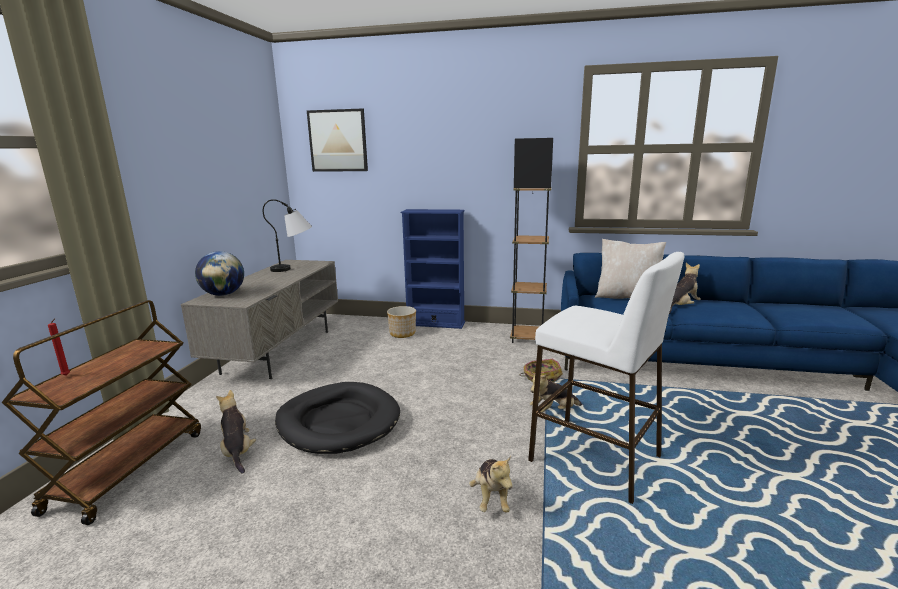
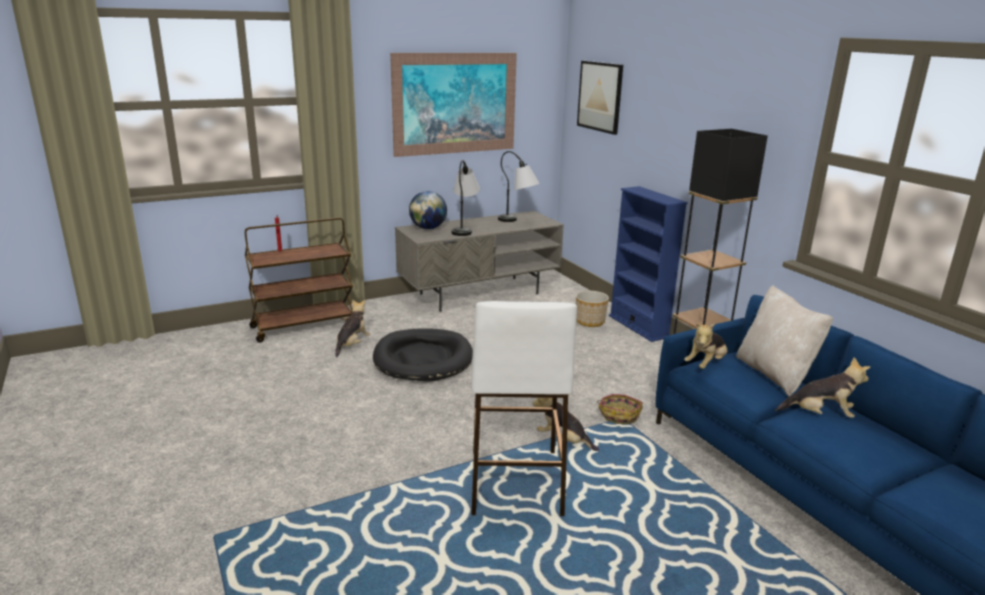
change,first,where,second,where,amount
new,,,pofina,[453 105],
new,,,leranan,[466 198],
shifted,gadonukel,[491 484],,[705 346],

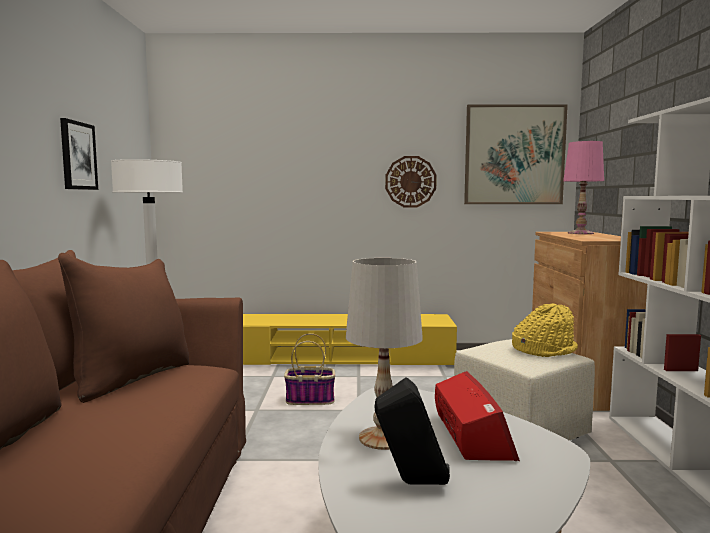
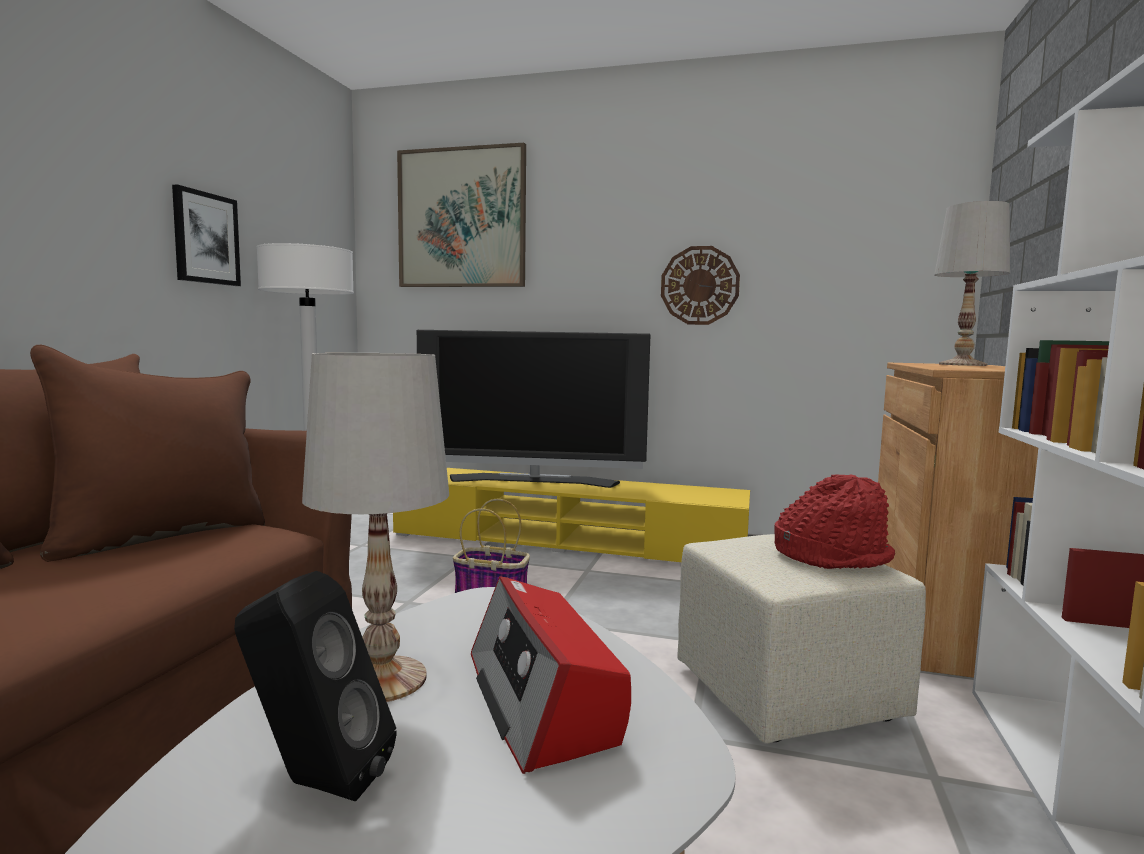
change,first,where,second,where,amount
new,,,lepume,[533 409],
shifted,pofina,[516 154],,[461 215],
repainted,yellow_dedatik,[545 330],red_dedatik,[835 522],
repainted,pink_leranan,[583 187],white_leranan,[972 283],
rotated,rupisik,[477 416],,[551 675],150 degrees clockwise

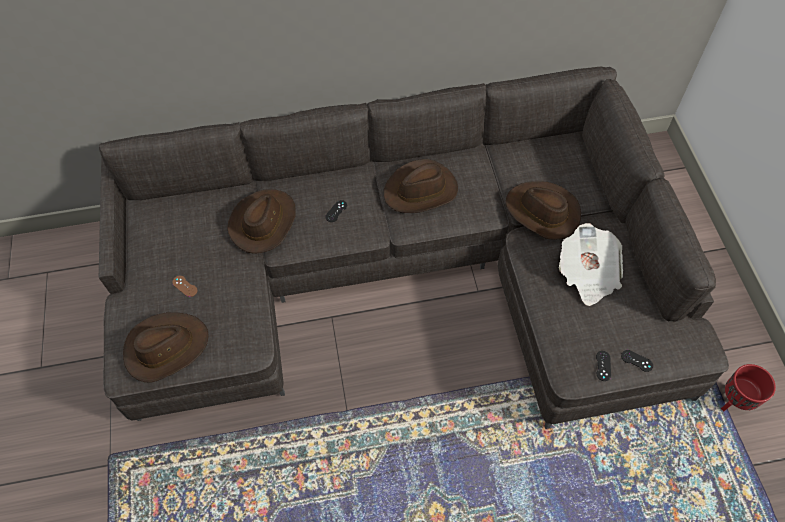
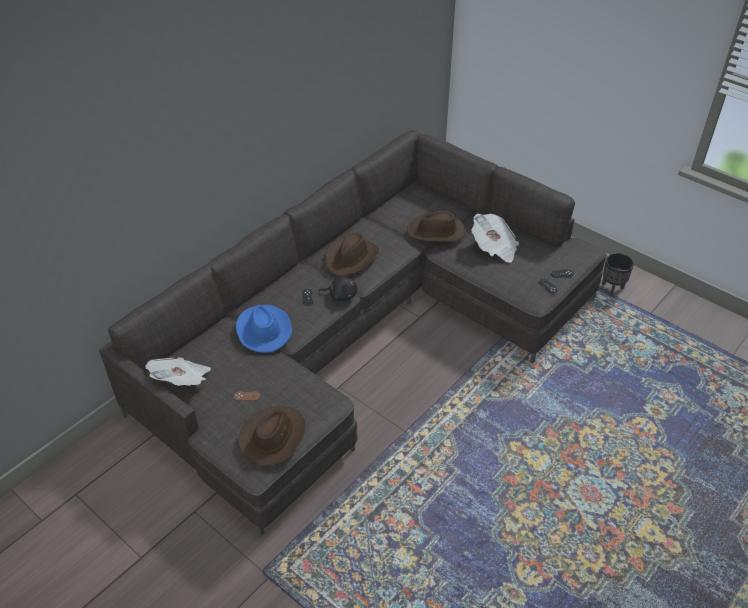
change,first,where,second,where,amount
new,,,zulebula,[178 371],
new,,,black_gadonukel,[338 287],
repainted,brown_dedatik,[261 221],blue_dedatik,[264 329],
repainted,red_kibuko,[748 388],black_kibuko,[618 275],

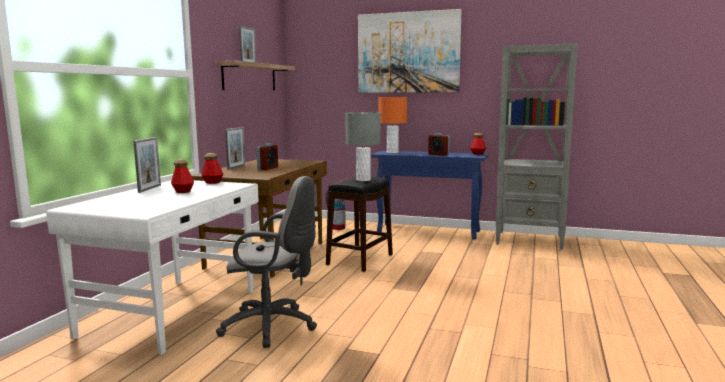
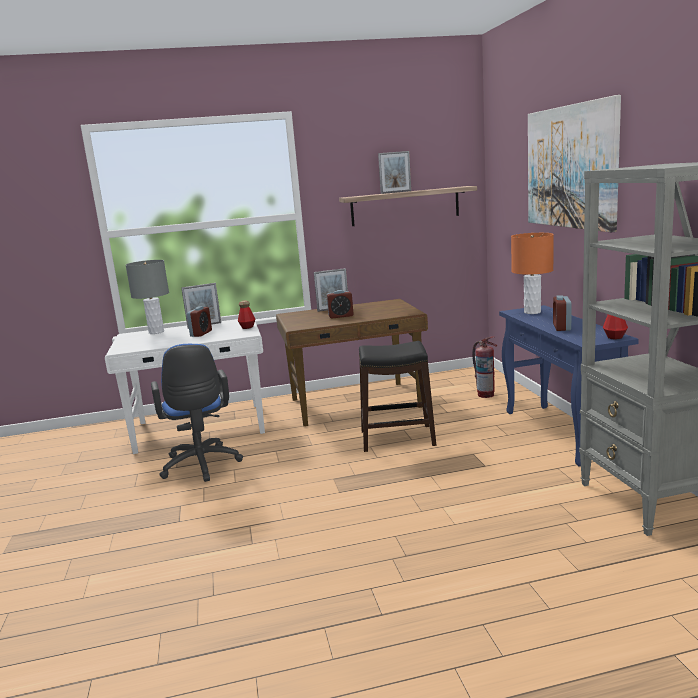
change,first,where,second,where,amount
shifted,grey_leranan,[363 146],,[147 297],
swapped,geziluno,[182 176],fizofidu,[199 321],
repainted,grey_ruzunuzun,[266 262],blue_ruzunuzun,[197 413],

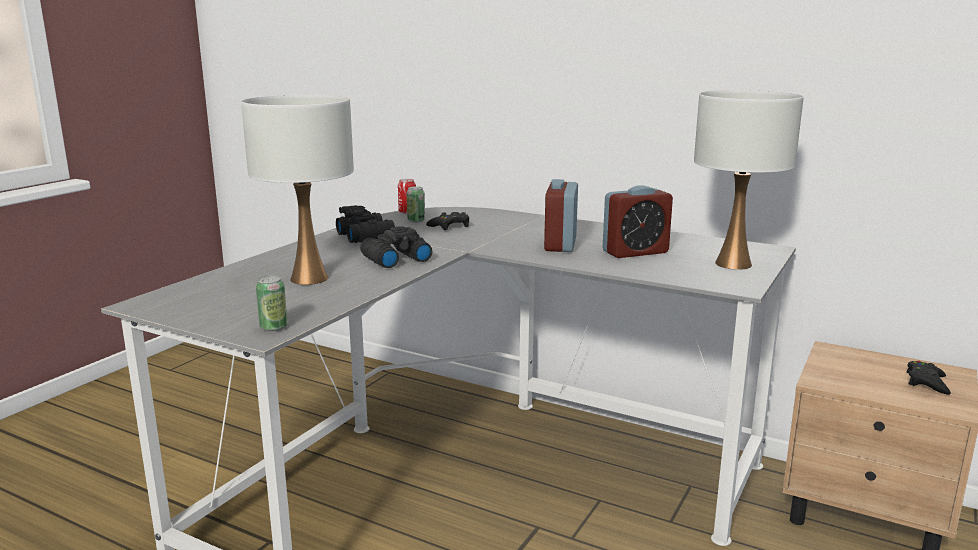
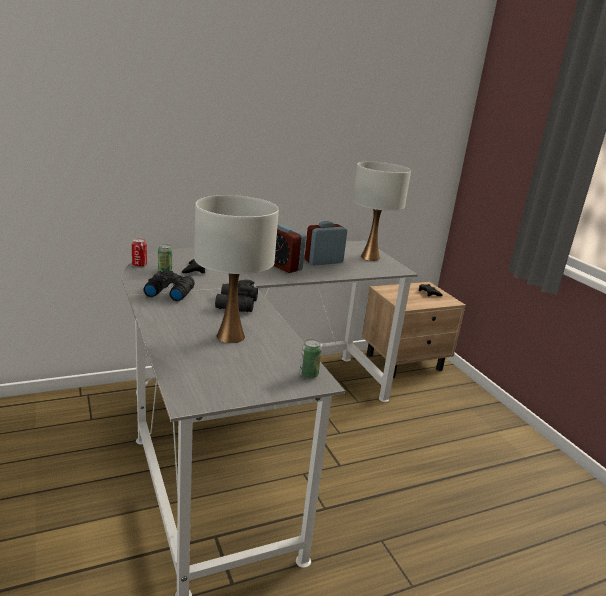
change,first,where,second,where,amount
rotated,fizofidu,[638 221],,[326 243],135 degrees counterclockwise

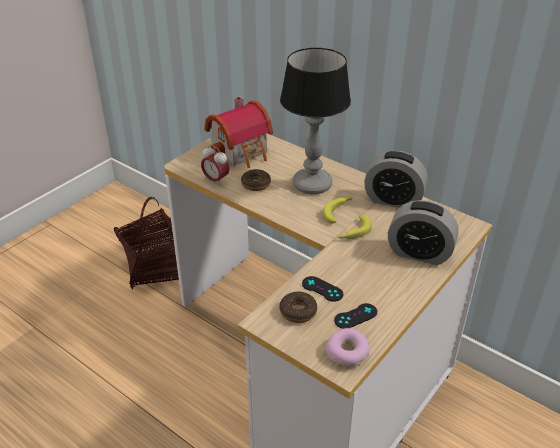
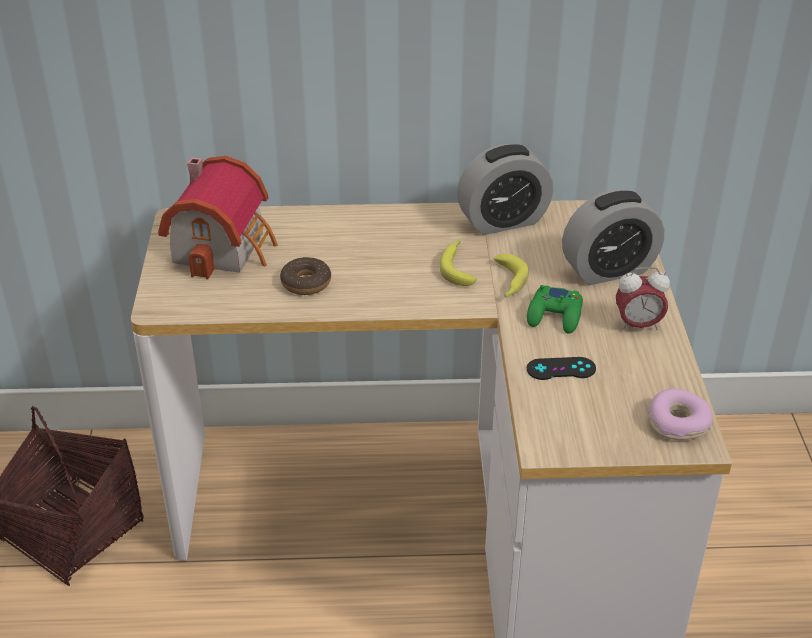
change,first,where,second,where,amount
gone,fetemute,[298 307],,,
gone,leranan,[315 121],,,
gone,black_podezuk,[355 316],,,
new,,,green_podezuk,[555 309],
shifted,fizofidu,[215 165],,[643 299],

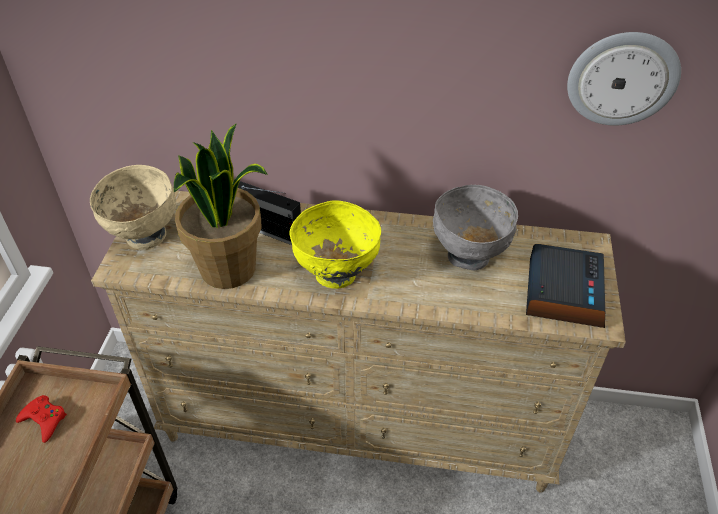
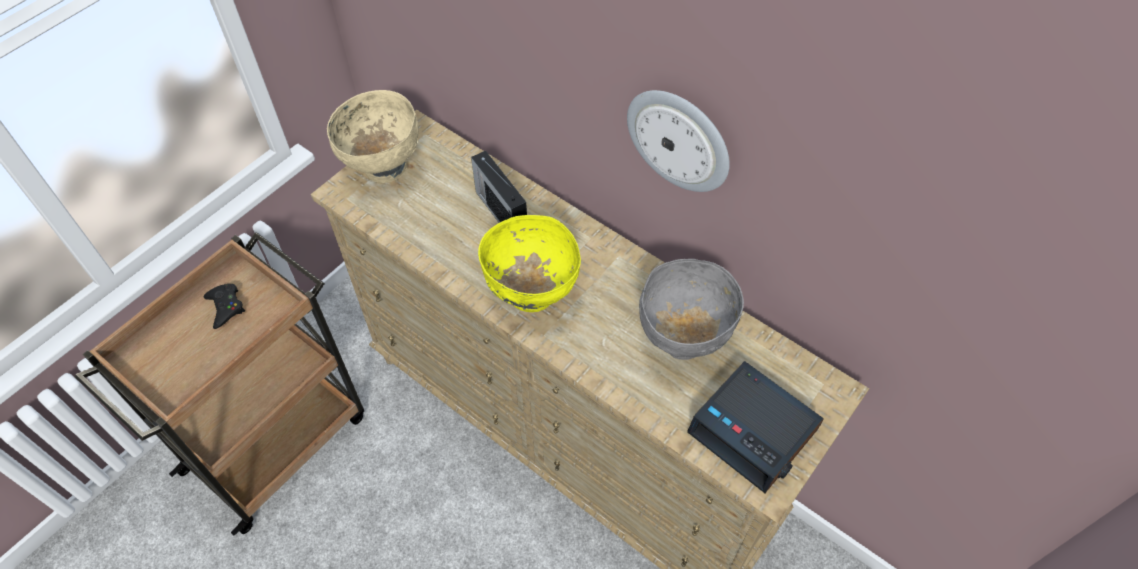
change,first,where,second,where,amount
gone,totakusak,[221 206],,,
shifted,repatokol,[624 79],,[678 141],
repainted,red_podezuk,[41 419],black_podezuk,[224 306],
rotated,fizofidu,[565 286],,[755 427],90 degrees clockwise

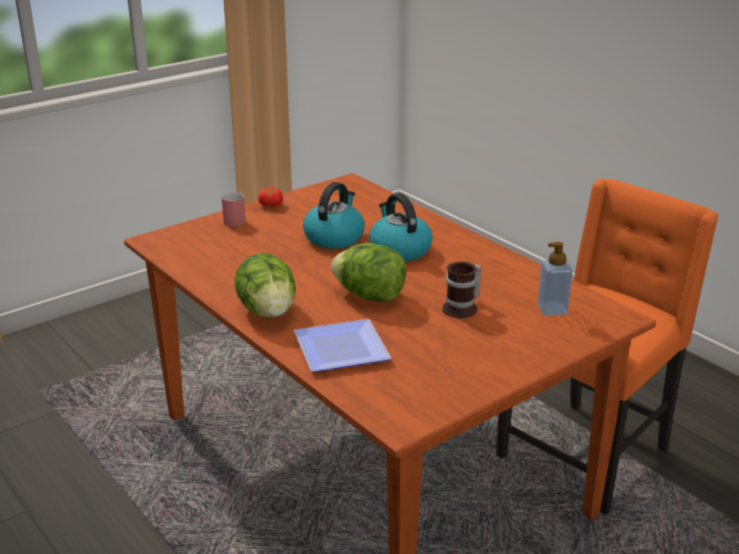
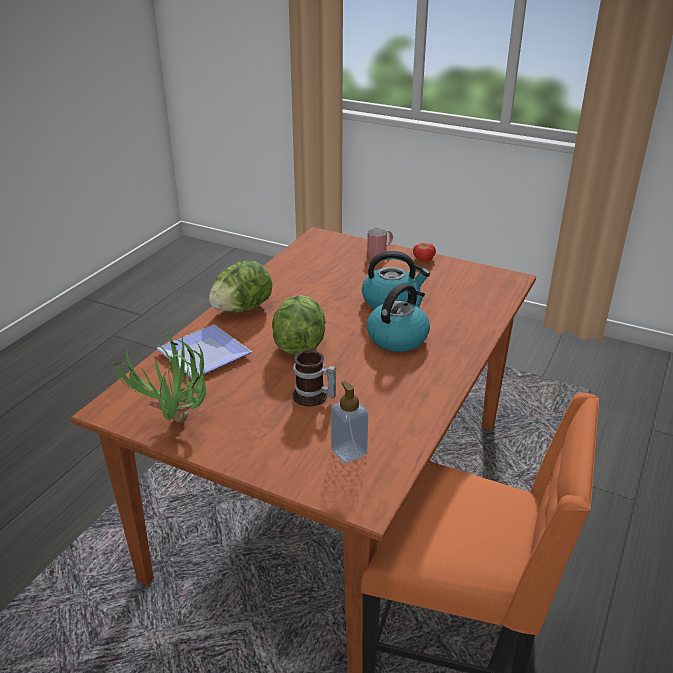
change,first,where,second,where,amount
new,,,totakusak,[159 377],

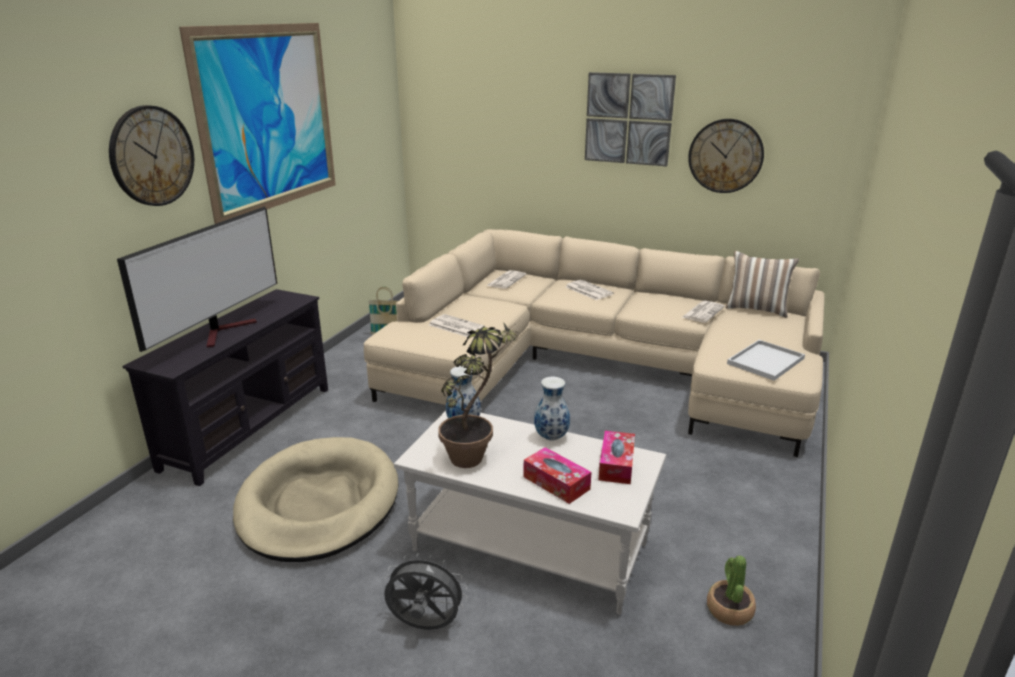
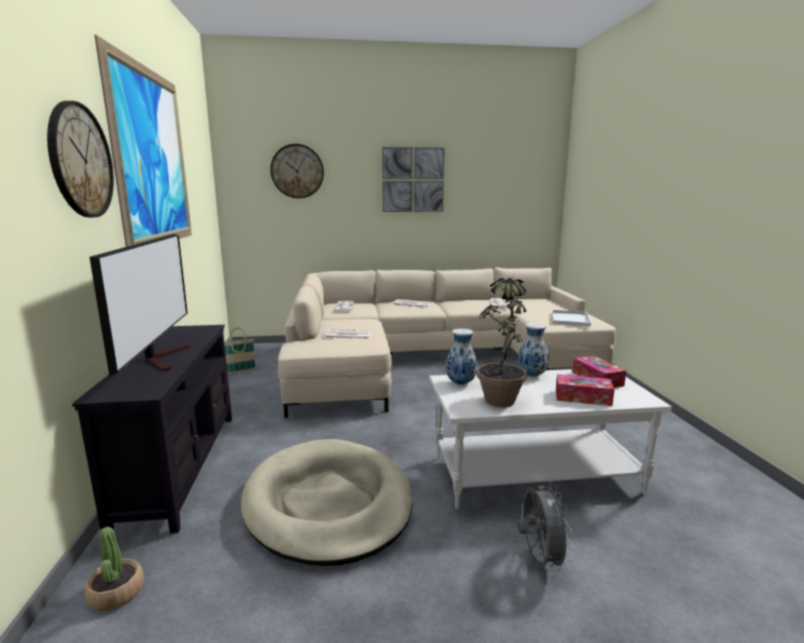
change,first,where,second,where,amount
gone,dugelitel,[762 284],,,
shifted,repatokol,[726 156],,[297 171],
shifted,totakusak,[731 591],,[114 569],
rotated,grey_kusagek,[426 591],,[545 526],105 degrees clockwise

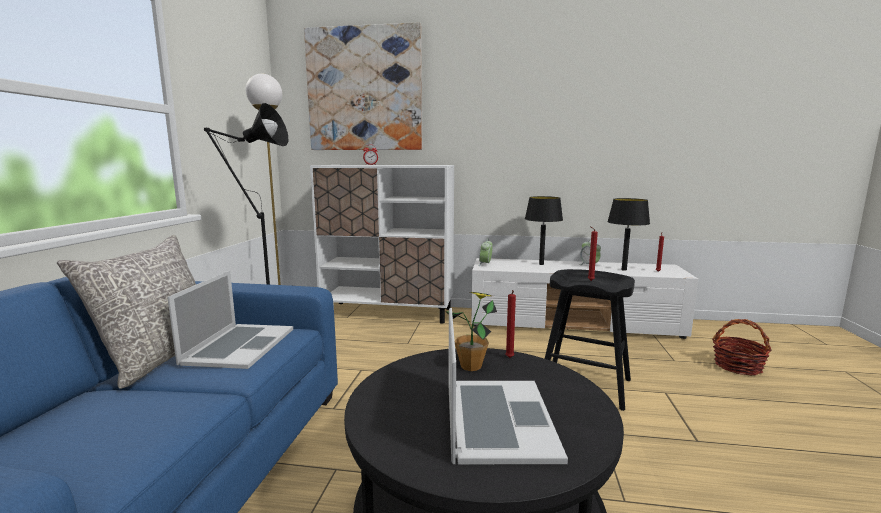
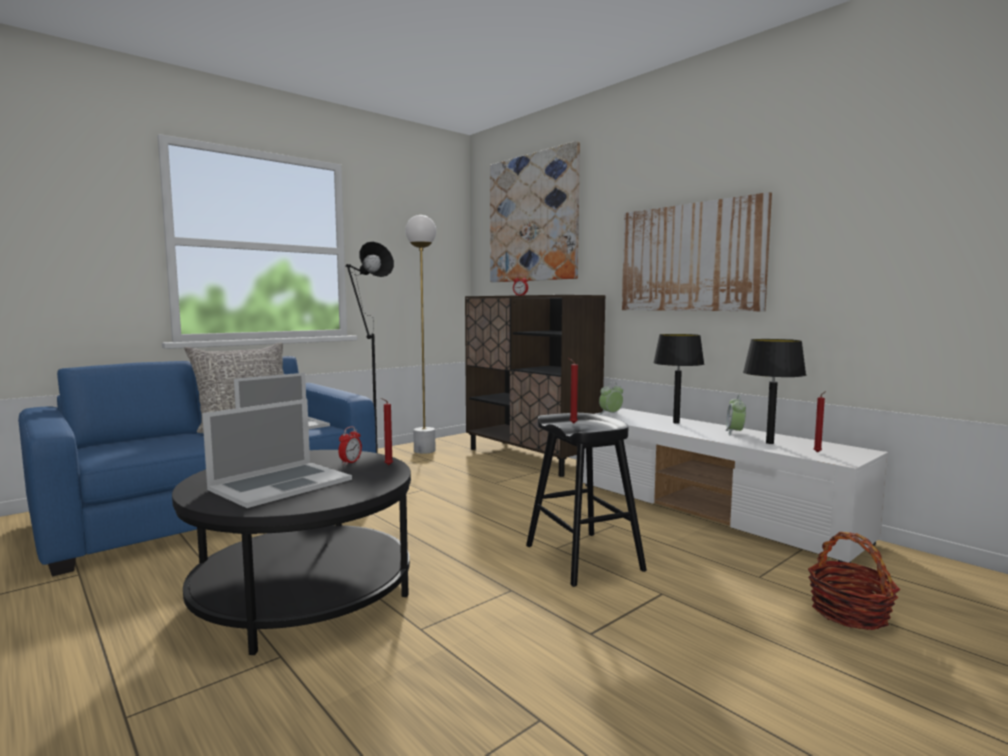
change,first,where,second,where,amount
new,,,pofina,[697 251],
swapped,totakusak,[471 331],fizofidu,[350 446],
repainted,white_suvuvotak,[382 244],brown_suvuvotak,[535 386],

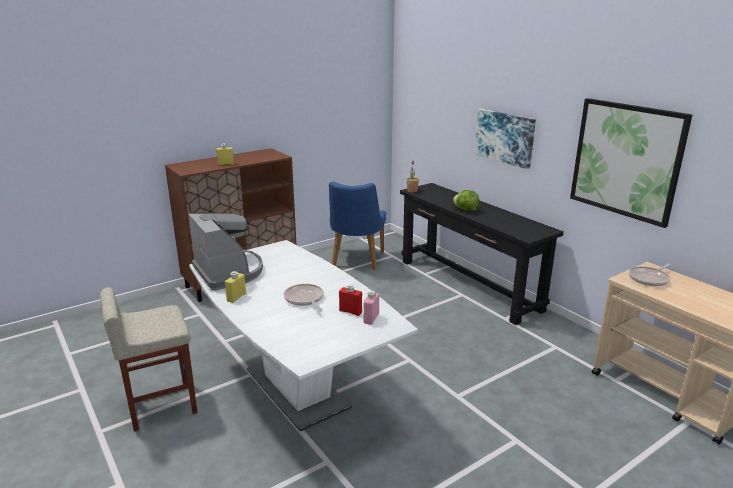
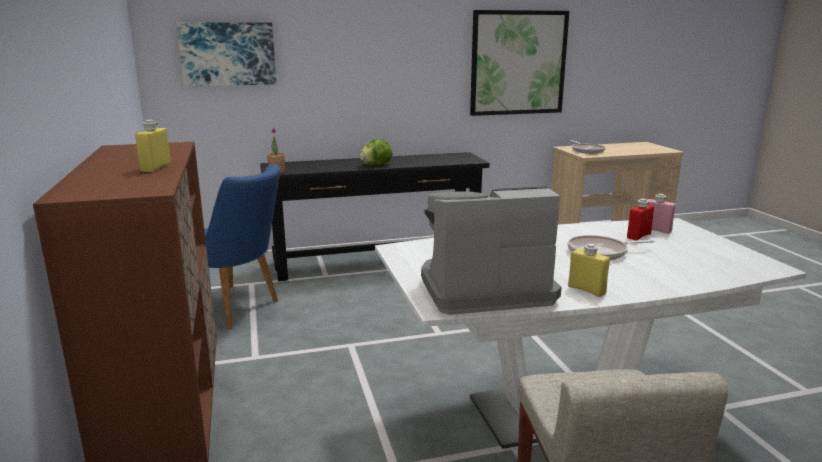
change,first,where,second,where,amount
shifted,pofina,[505 139],,[226 54],

